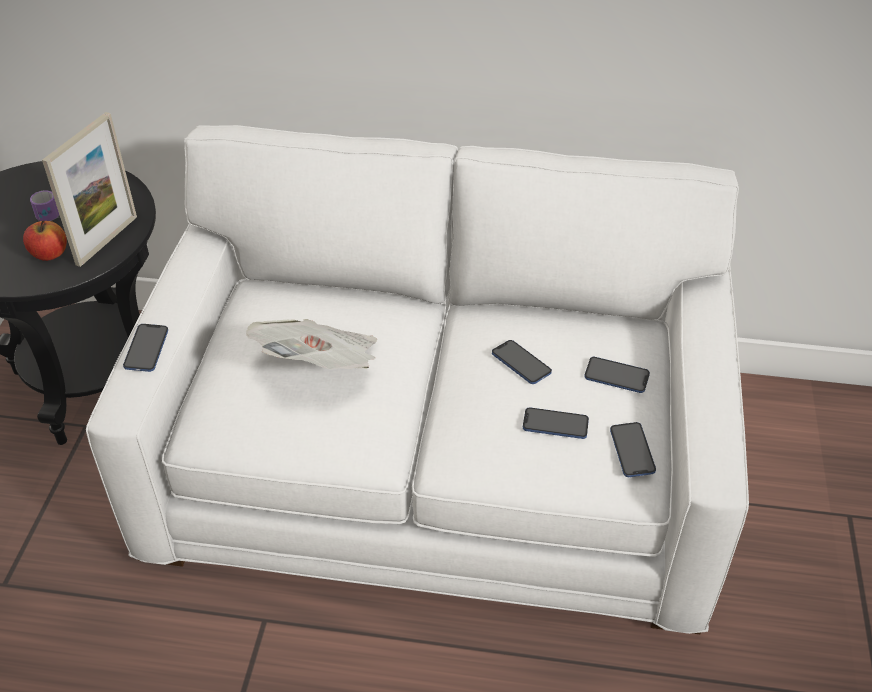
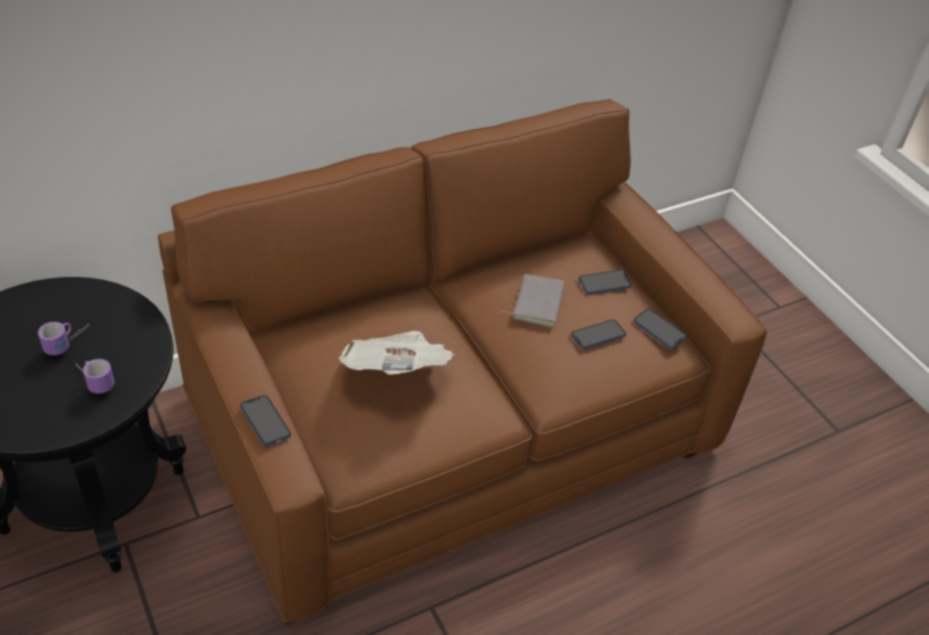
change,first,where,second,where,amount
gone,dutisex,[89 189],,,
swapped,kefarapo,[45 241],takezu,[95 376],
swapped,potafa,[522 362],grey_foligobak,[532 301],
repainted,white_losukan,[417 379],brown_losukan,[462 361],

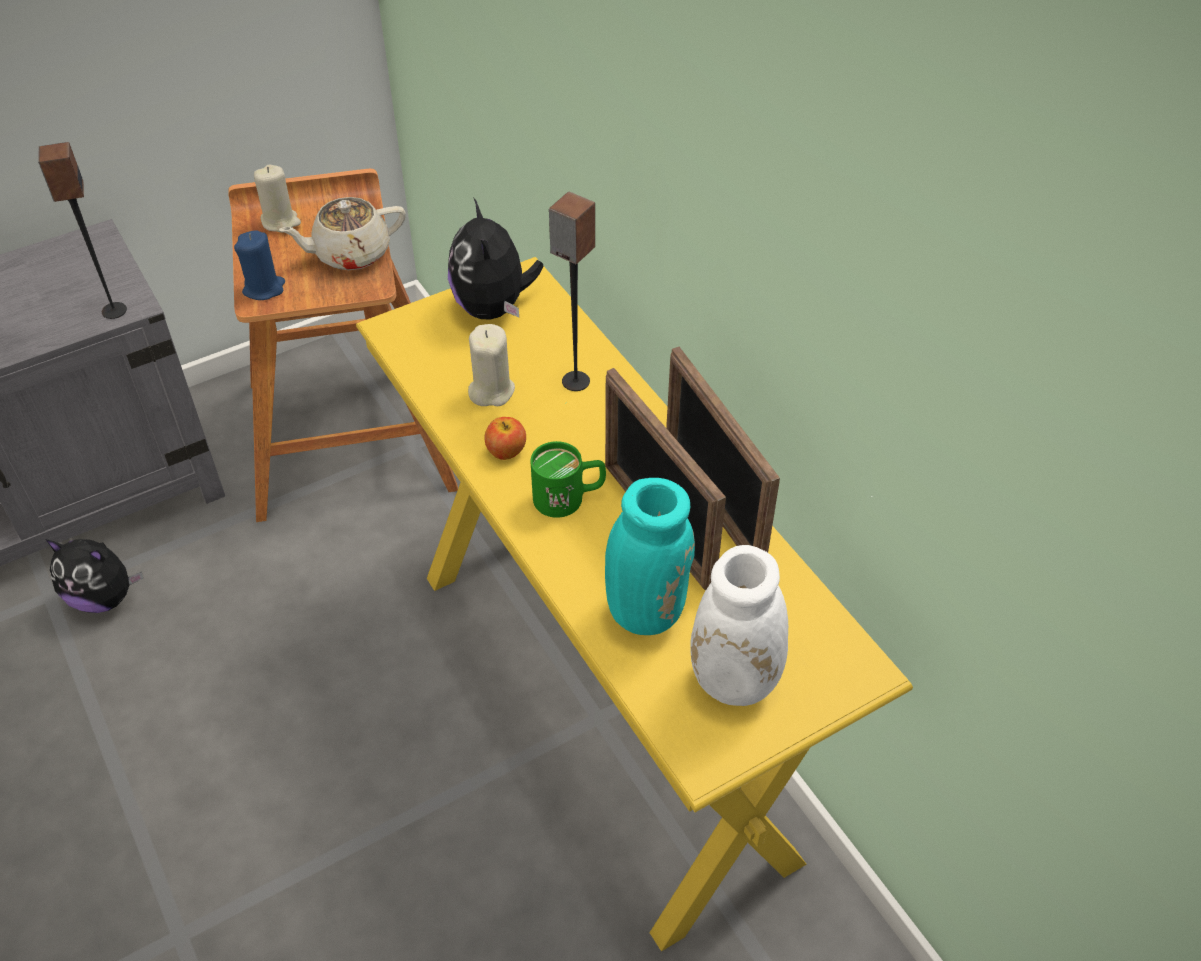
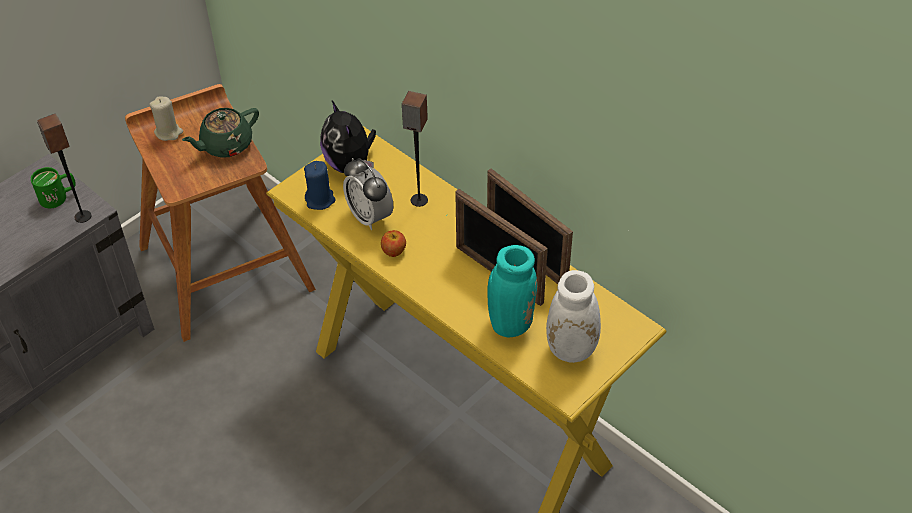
change,first,where,second,where,amount
gone,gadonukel,[94 576],,,
shifted,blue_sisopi,[259 265],,[320 185],
shifted,green_takezu,[568 479],,[53 187],
swapped,beige_sisopi,[491 365],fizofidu,[368 194],
repainted,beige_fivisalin,[342 233],green_fivisalin,[220 133],

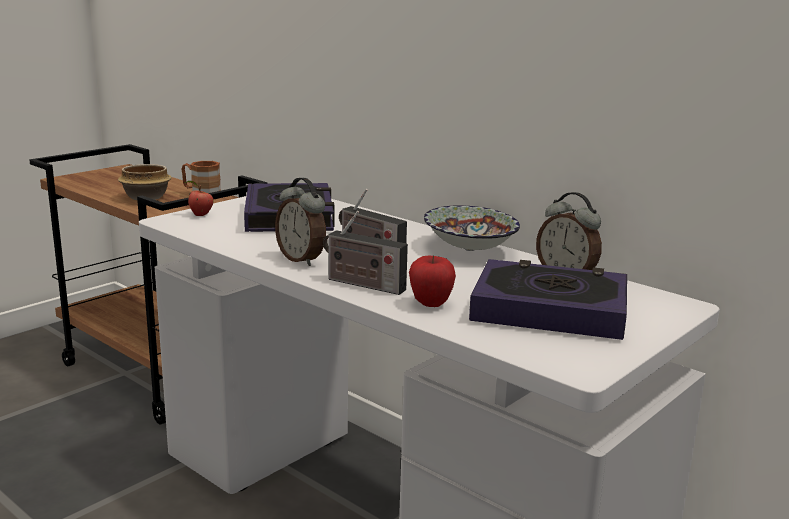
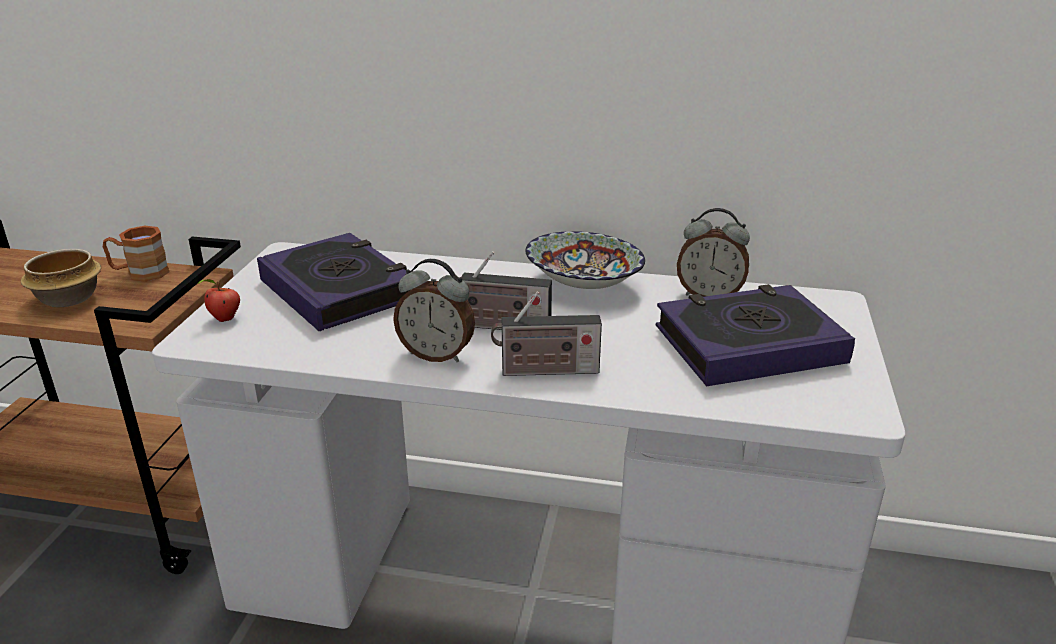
change,first,where,second,where,amount
gone,kefarapo,[432 281],,,

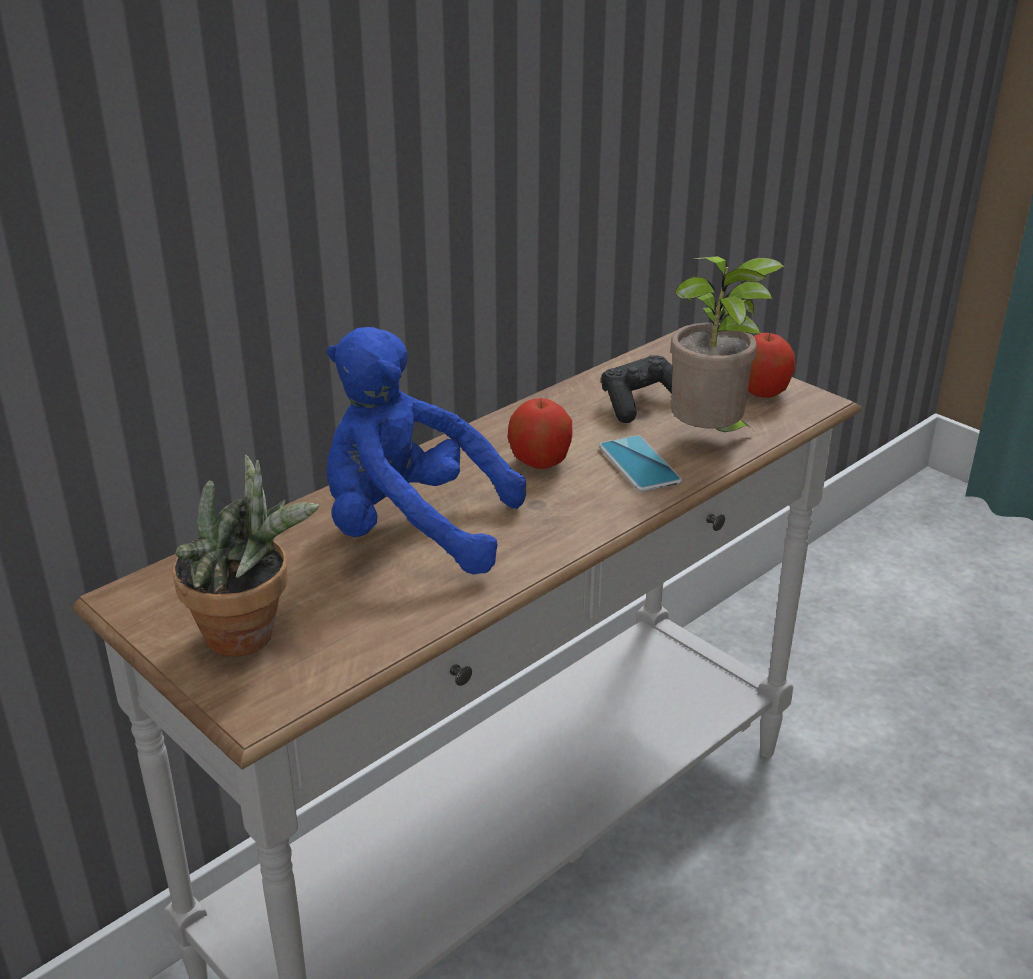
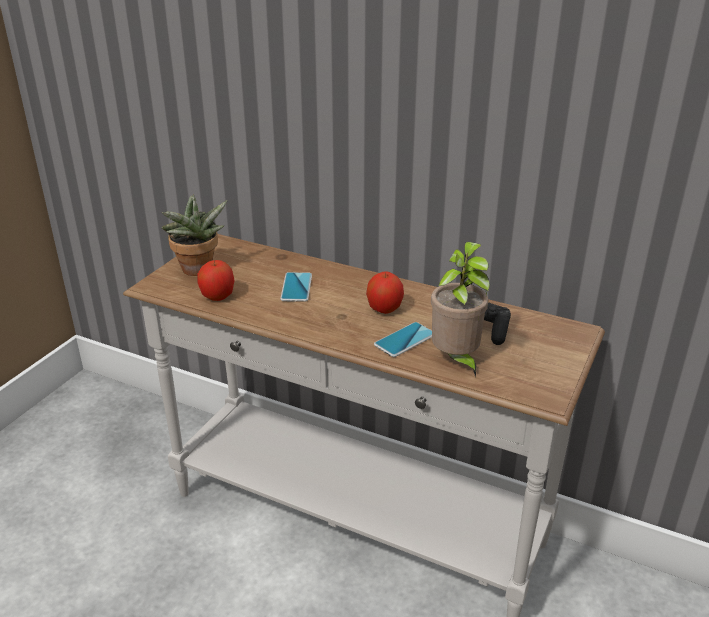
change,first,where,second,where,amount
shifted,kefarapo,[771 365],,[216 280],
swapped,blue_gadonukel,[426 451],potafa,[296 287],

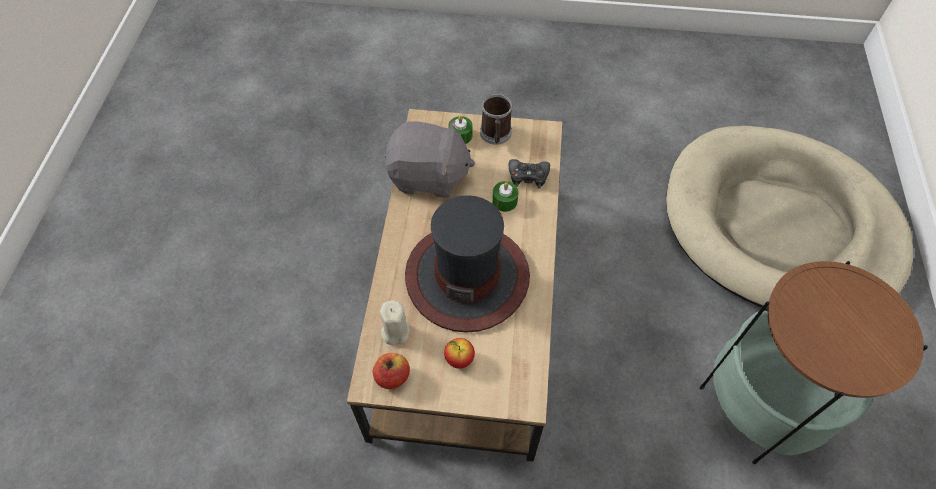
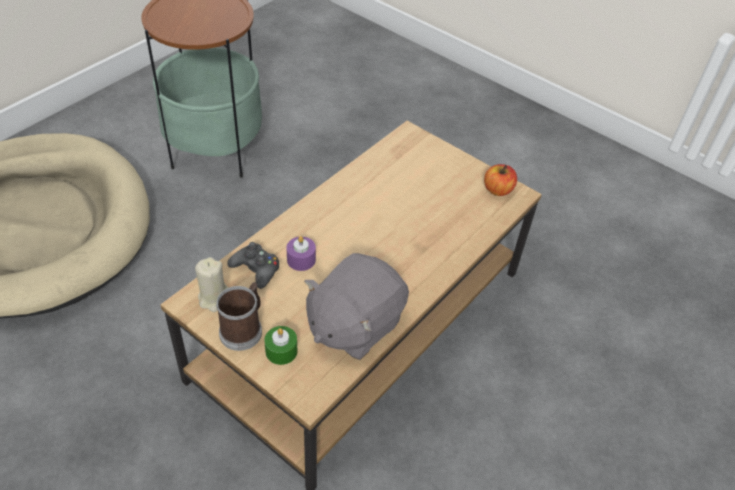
change,first,where,second,where,amount
gone,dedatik,[467 264],,,
gone,kefarapo,[459 353],,,
shifted,beige_sisopi,[395 322],,[212 284],
repainted,green_sisopi,[505 196],purple_sisopi,[301 253],
rotated,grey_gadonukel,[430 159],,[356 306],90 degrees counterclockwise

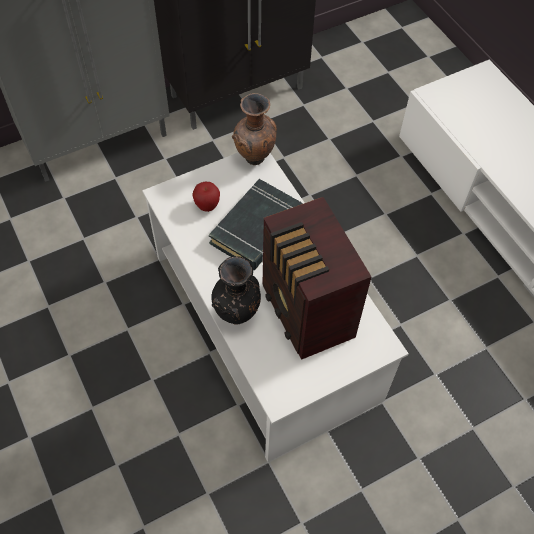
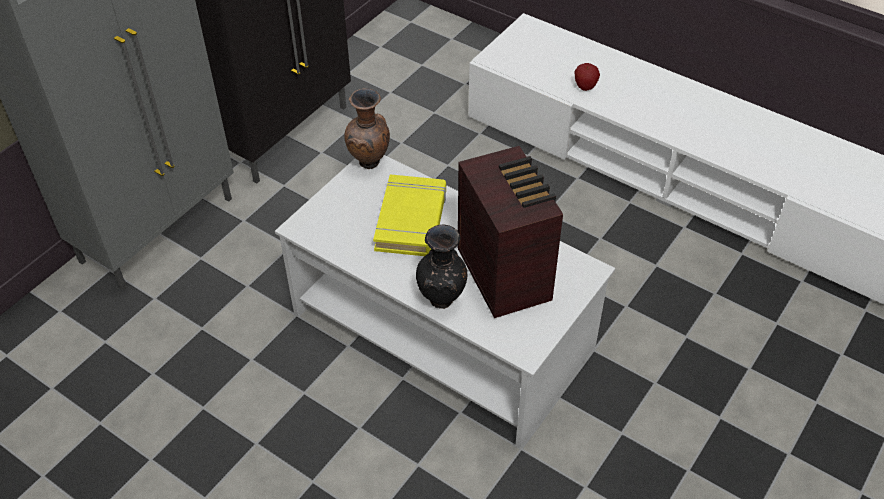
change,first,where,second,where,amount
shifted,kefarapo,[206 197],,[587 77],
repainted,black_foligobak,[256 224],yellow_foligobak,[409 215],
rotated,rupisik,[316 278],,[510 232],150 degrees counterclockwise

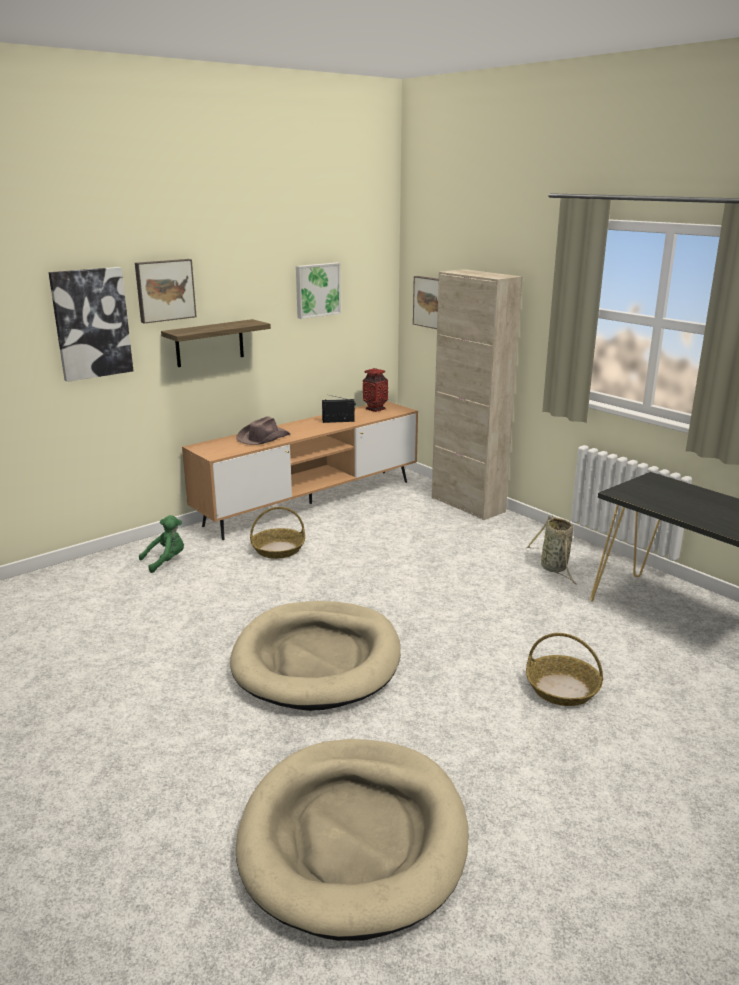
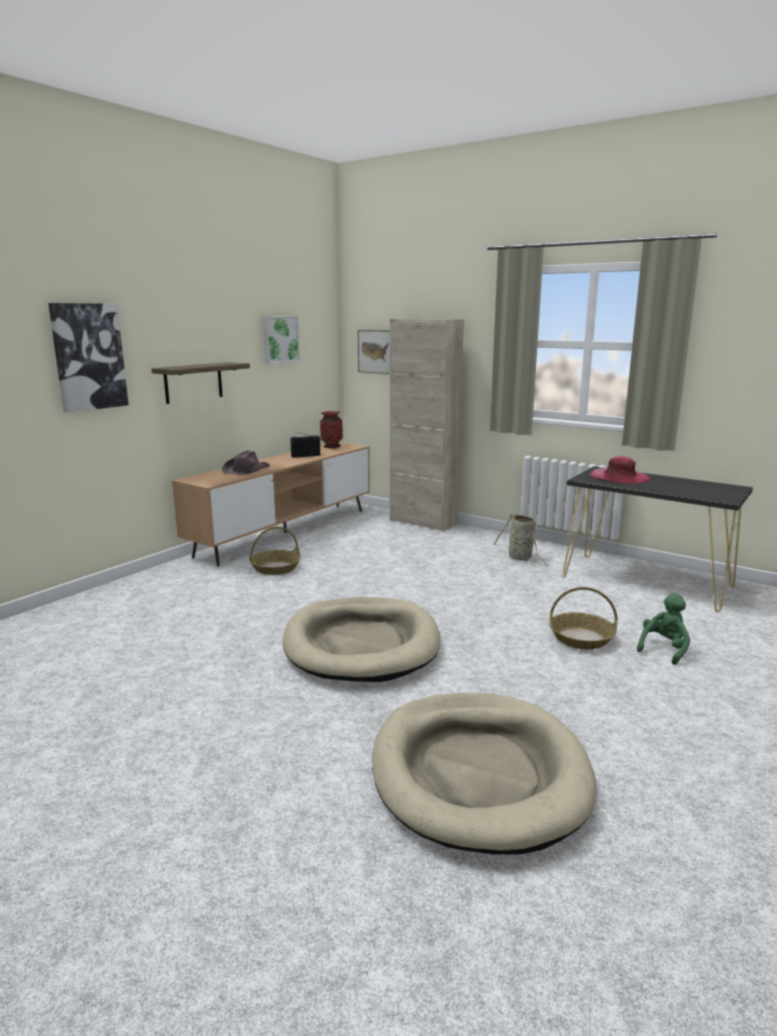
change,first,where,second,where,amount
gone,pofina,[166 291],,,
new,,,pink_dedatik,[620 470],
shifted,green_gadonukel,[161 544],,[663 629],

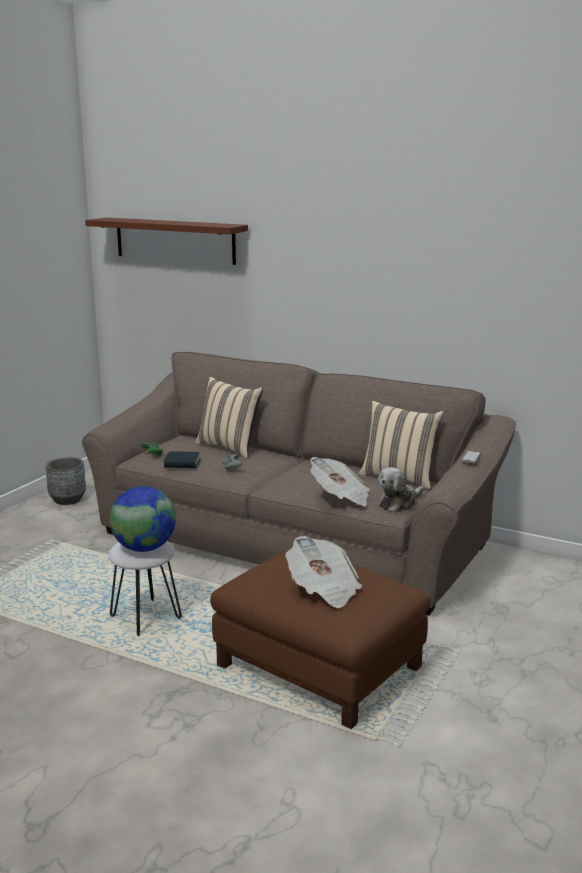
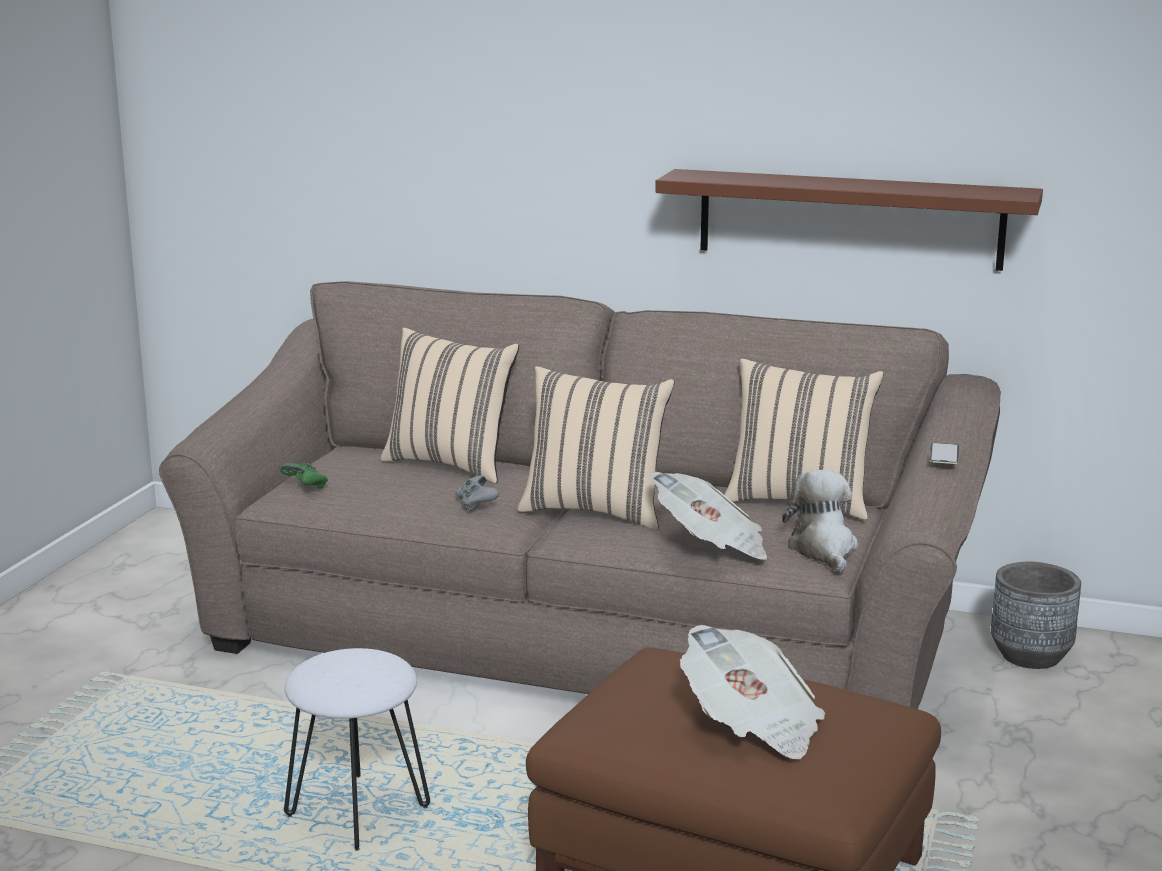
change,first,where,second,where,amount
gone,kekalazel,[143 519],,,
gone,foligobak,[182 459],,,
new,,,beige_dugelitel,[596 447],
shifted,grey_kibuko,[66 481],,[1036 615],
shifted,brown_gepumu,[166 241],,[849 220],
rotated,gadonukel,[401 489],,[820 521],135 degrees clockwise

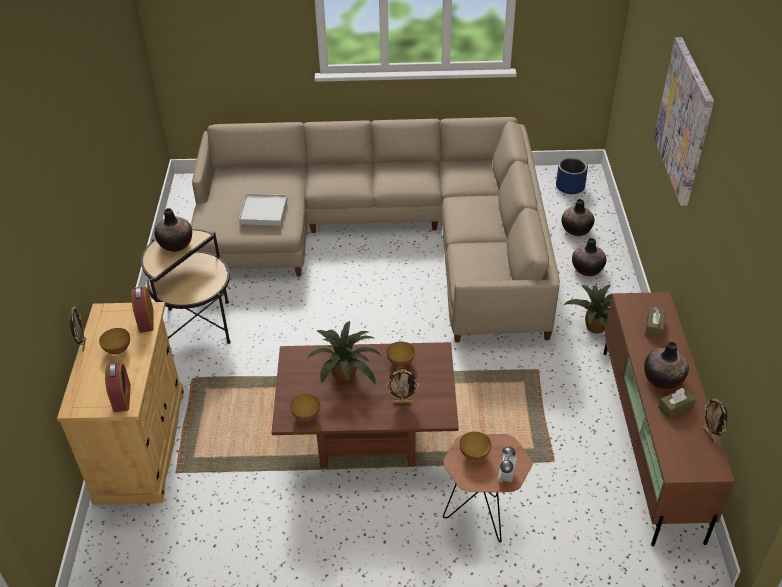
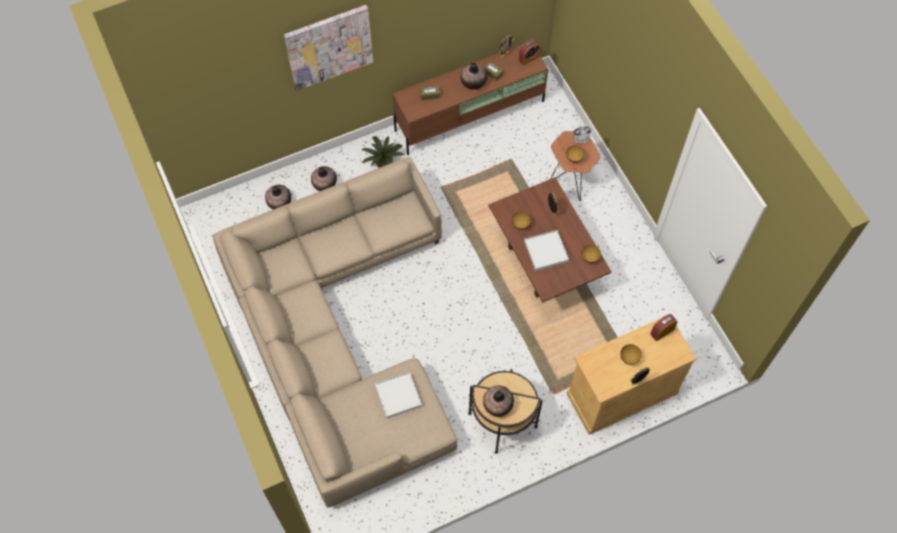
change,first,where,second,where,amount
gone,blue_kibuko,[572 175],,,
shifted,fizofidu,[142 310],,[529 52],
swapped,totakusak,[344 352],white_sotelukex,[546 250],

